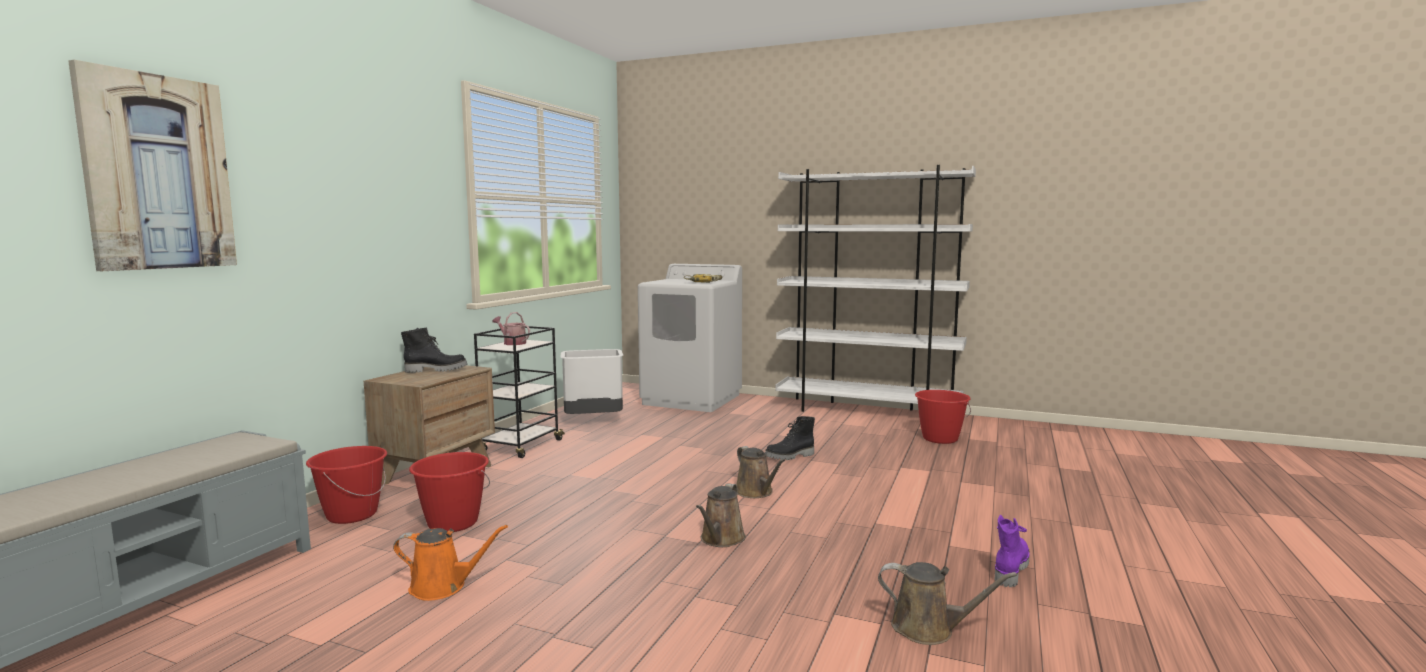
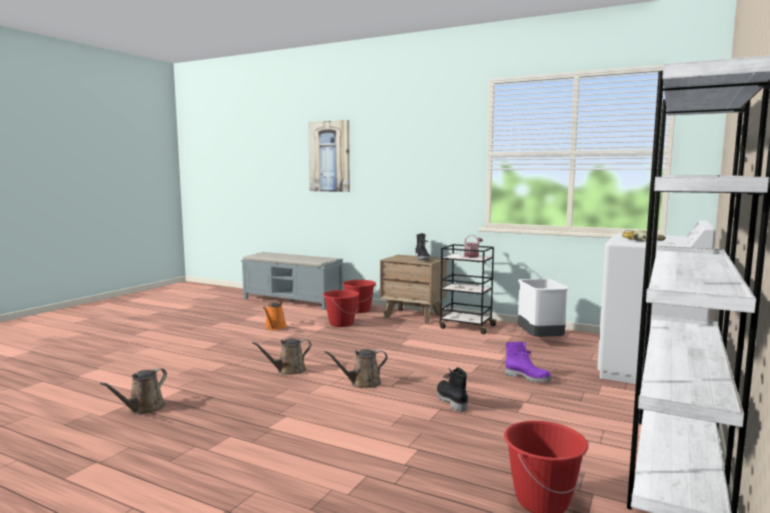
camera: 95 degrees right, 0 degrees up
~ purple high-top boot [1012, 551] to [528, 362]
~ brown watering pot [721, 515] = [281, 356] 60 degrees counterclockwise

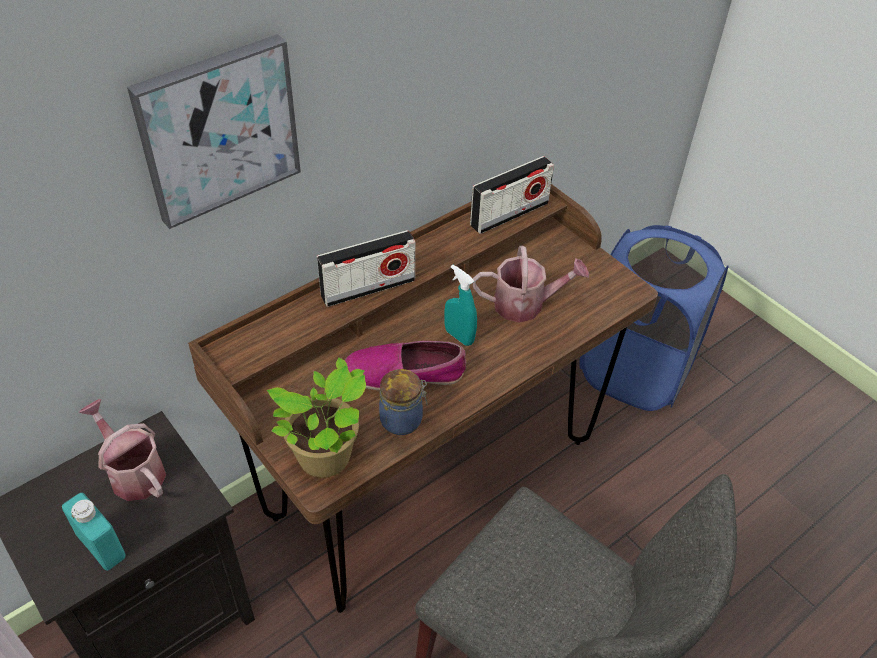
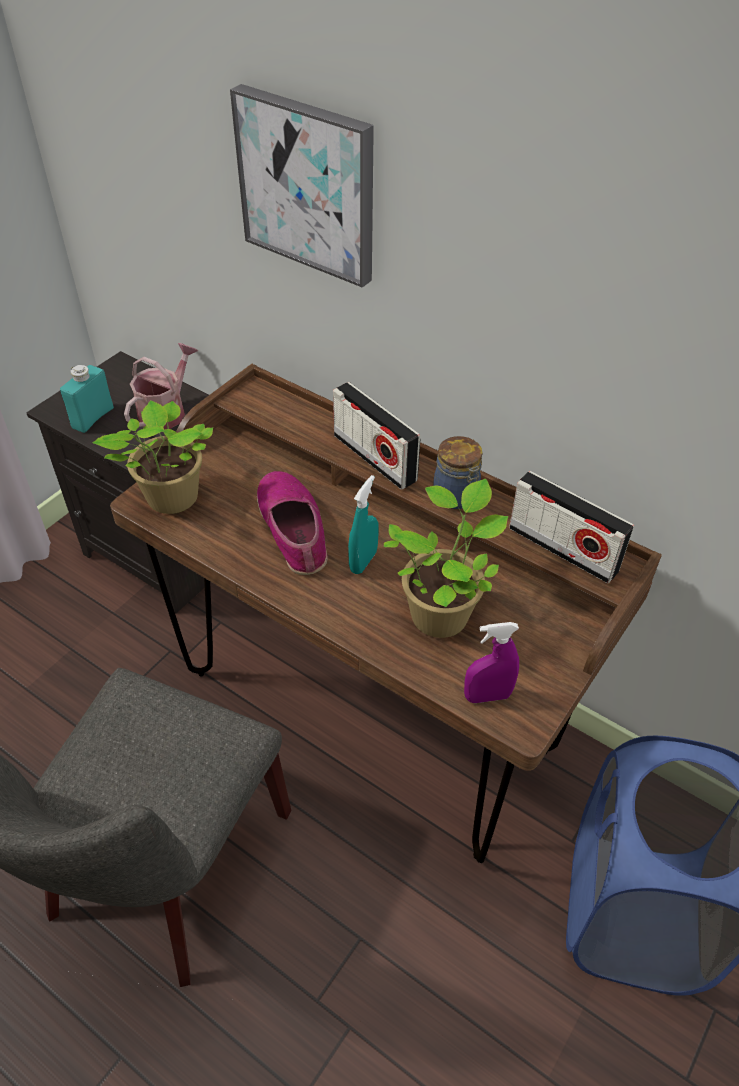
camera: 75 degrees right, 0 degrees up
+ purple hand sprayer [491, 662]
~ jar [403, 402] to [458, 472]
~ watering pot [531, 284] to plant in a pot [446, 558]

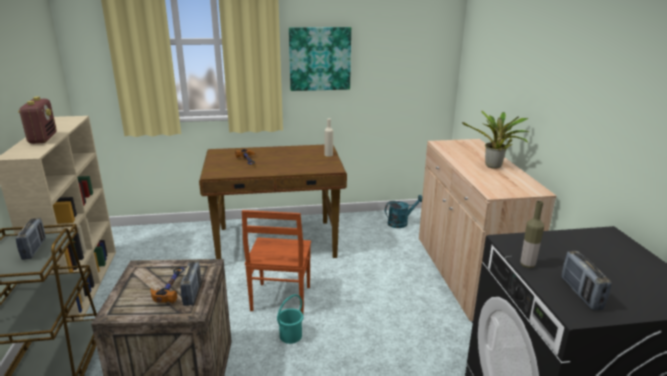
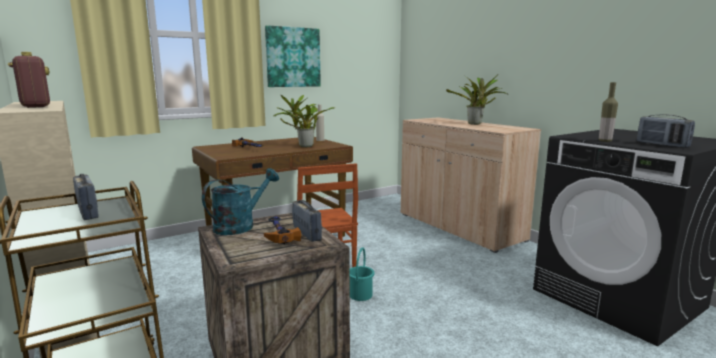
camera: 25 degrees left, 10 degrees down
+ plant in a pot [304, 121]
~ turquoise-coloured watering pot [403, 211] to [240, 201]

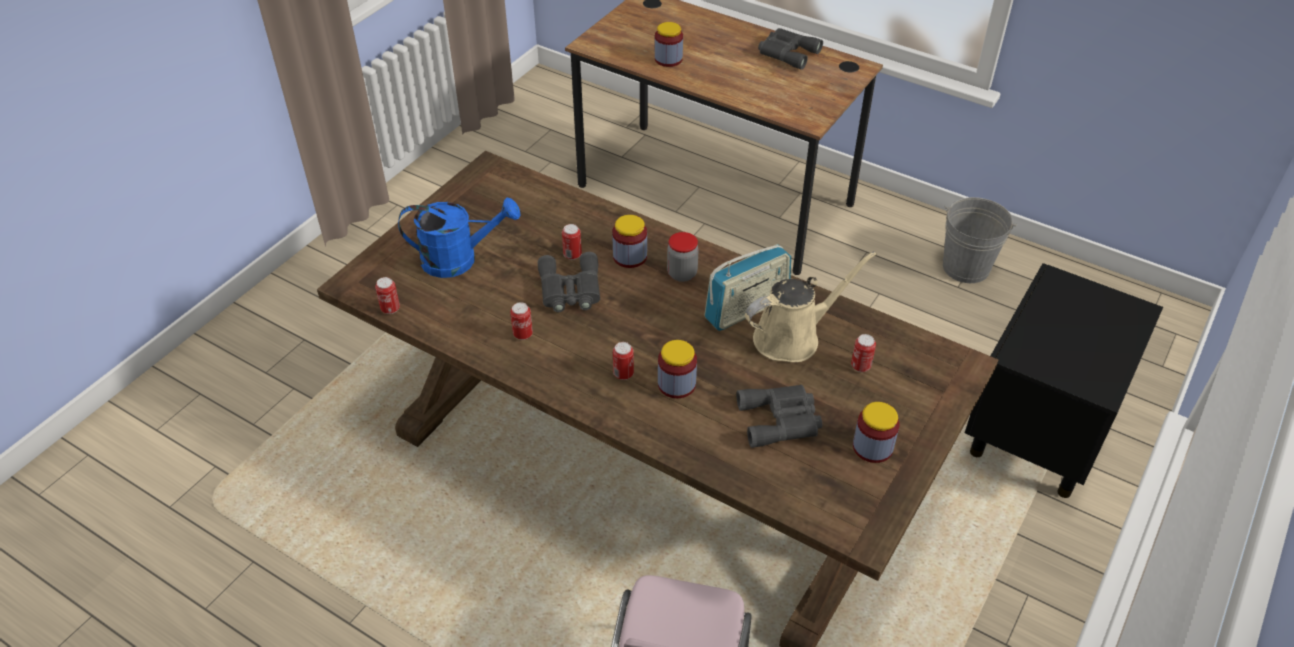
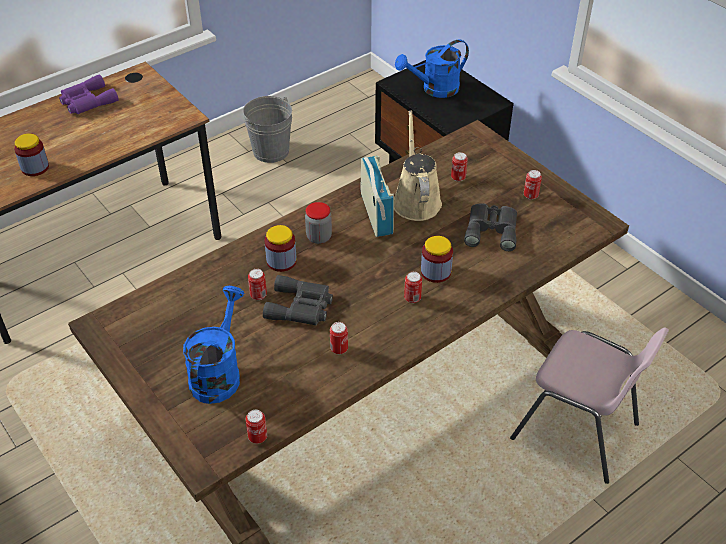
camera: 70 degrees left, 0 degrees up
+ bluish watering pot [432, 68]
~ jar [876, 432] to metal can [533, 185]
~ grey binoculars [790, 49] to purple binoculars [89, 94]

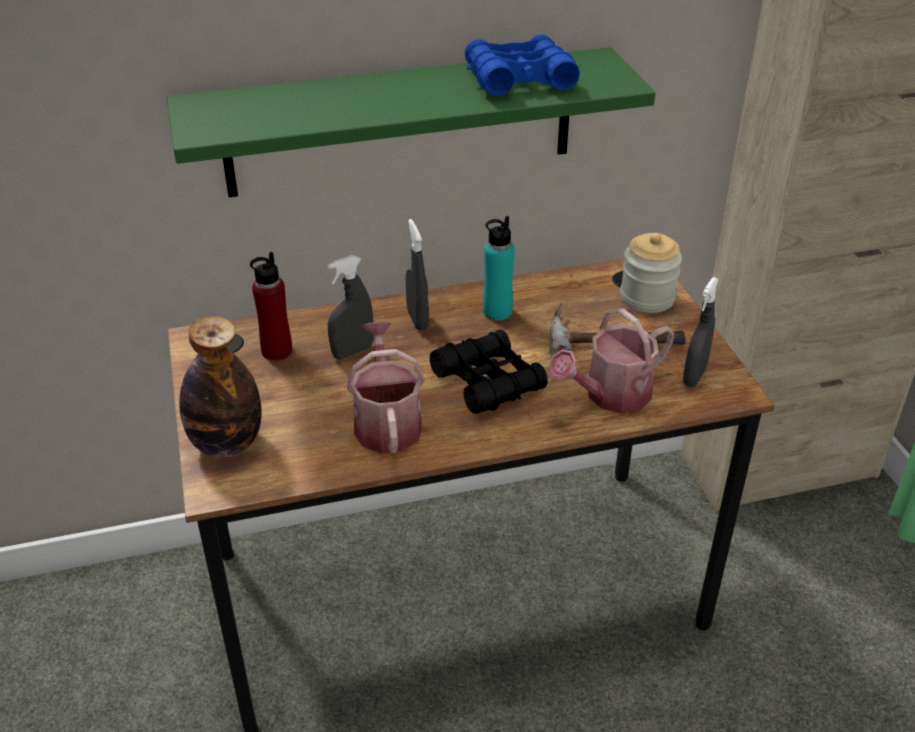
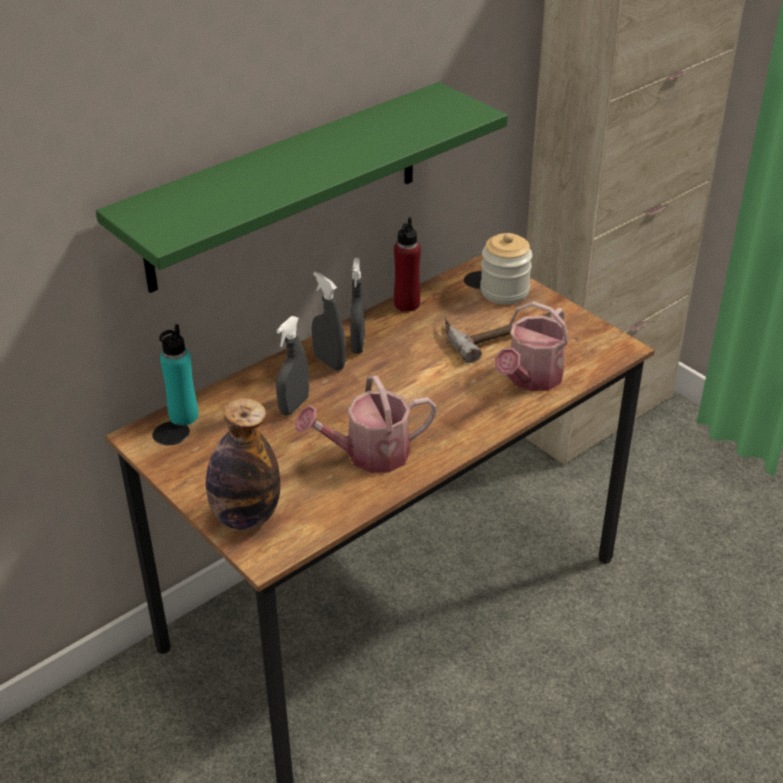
camera: 25 degrees left, 0 degrees up
- black-coloured binoculars [489, 371]
- bluish binoculars [522, 65]
~ red-coloured drink bottle [271, 306] to [407, 264]
~ turquoise-coloured drink bottle [499, 268] to [178, 375]
~ grey hand sprayer [701, 332] to [357, 306]
~ watering pot [385, 387] = [366, 424] 75 degrees counterclockwise

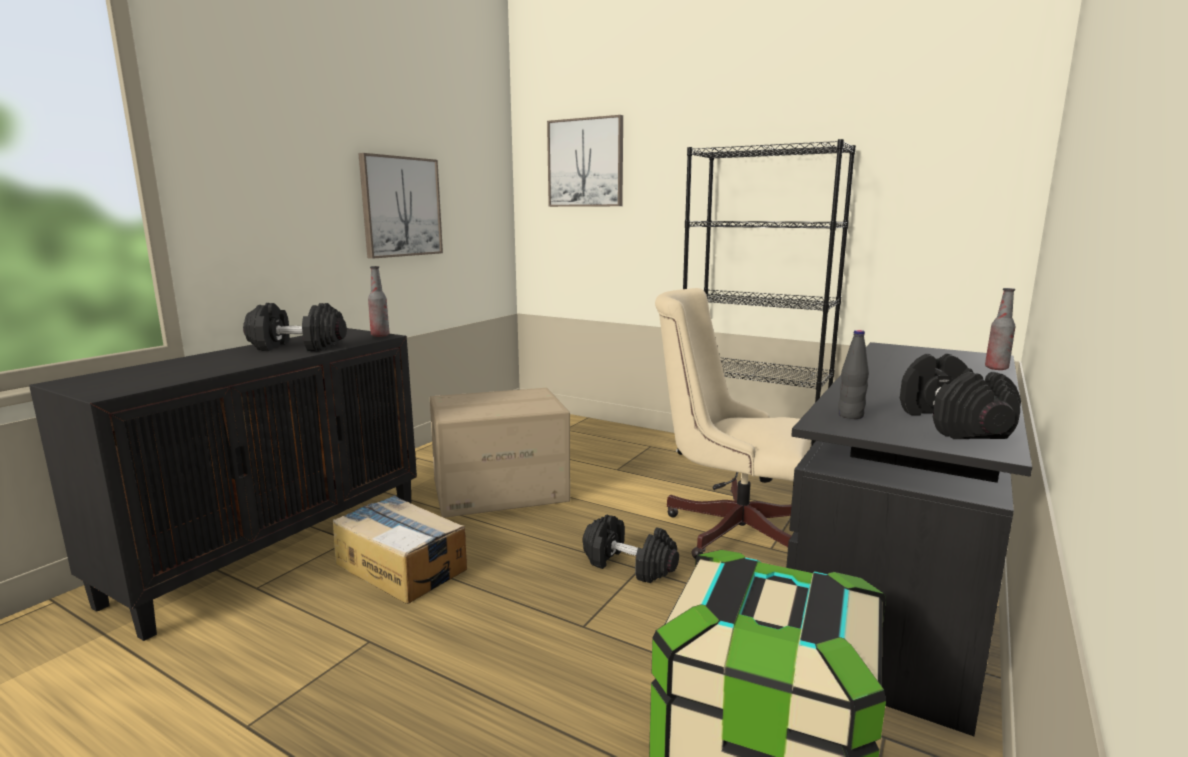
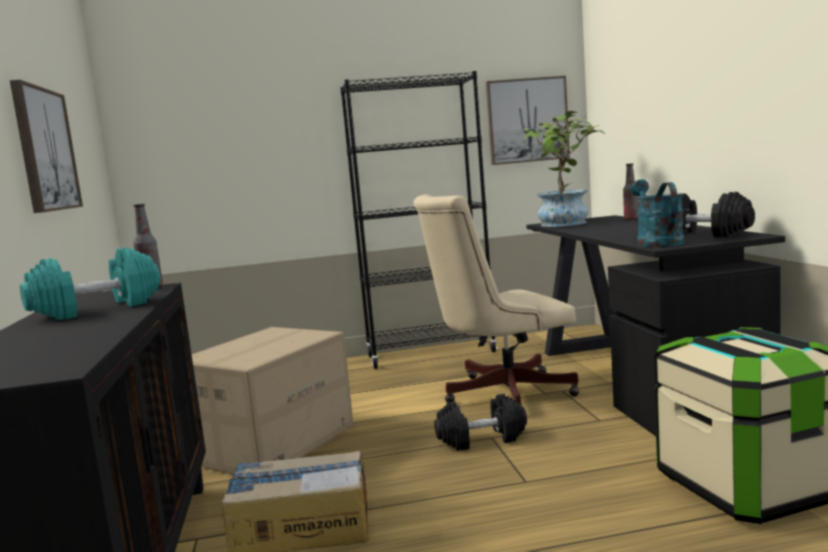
camera: 40 degrees left, 5 degrees down
+ plant in a pot [564, 169]
~ picture [585, 161] to [528, 120]
~ black-coloured drink bottle [853, 374] to turquoise-coloured watering pot [657, 213]
~ black-coloured free weight [295, 327] to turquoise-coloured free weight [90, 283]

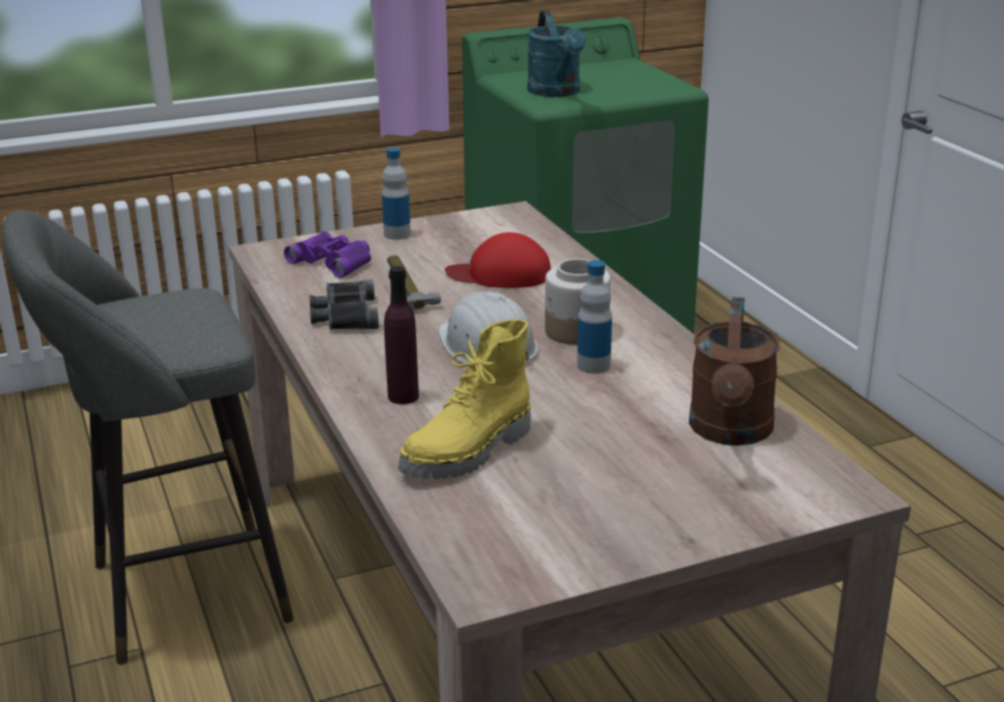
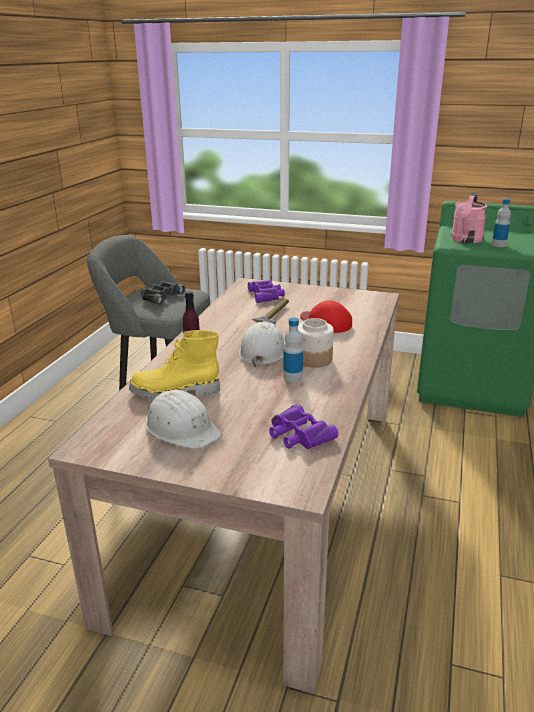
camera: 40 degrees right, 0 degrees up
+ white work helmet [183, 419]
~ black-coloured binoculars [344, 305] to [163, 293]
~ drink bottle [396, 193] to [501, 223]
~ brown watering pot [734, 371] to purple binoculars [303, 426]
~ turquoise-coloured watering pot [556, 53] to pink watering pot [469, 217]

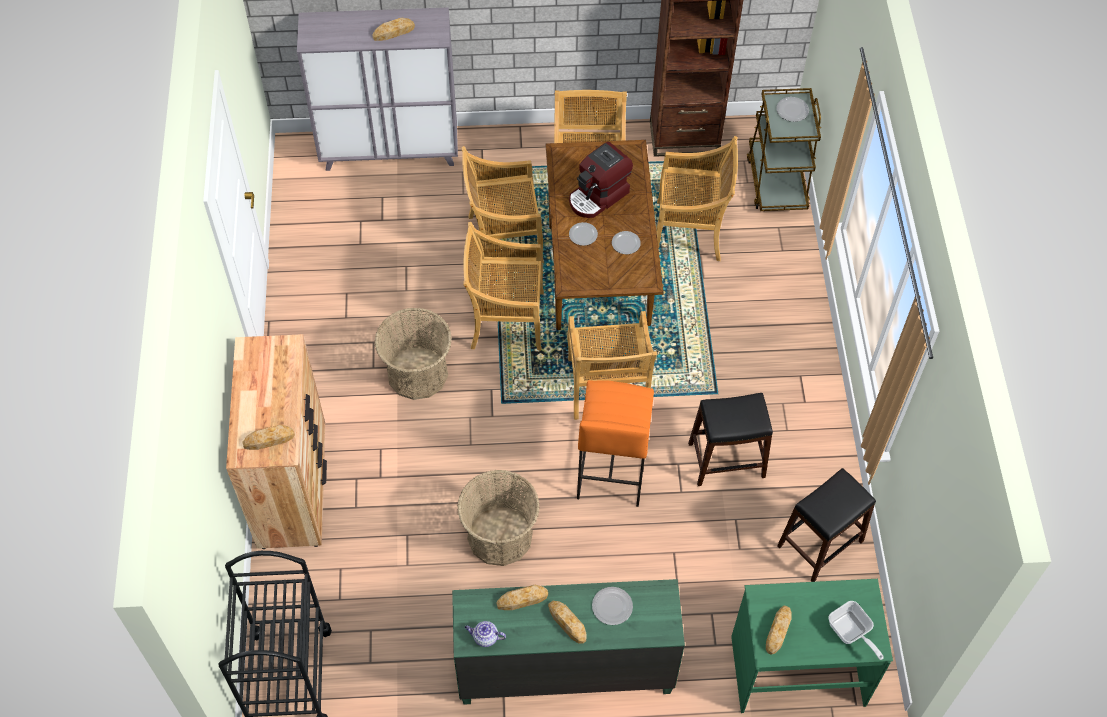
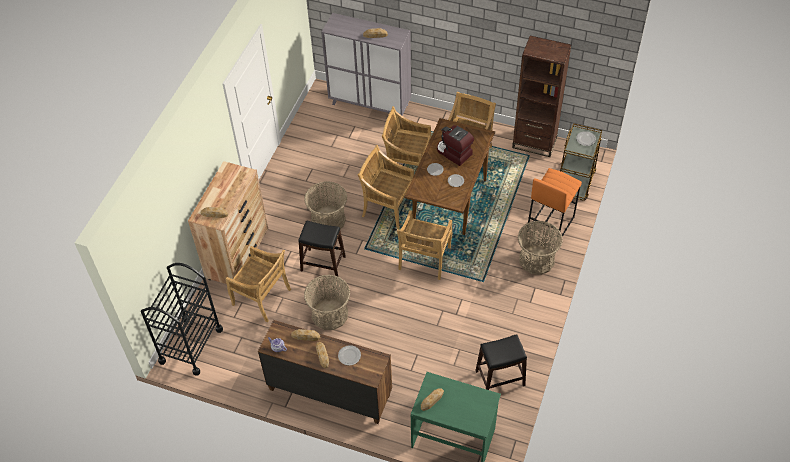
camera: 25 degrees right, 5 degrees down
- skillet [856, 630]
+ basket [540, 248]
~ orange-coloured sitting stool [615, 443] to [554, 202]
~ beige-coloured plain chair [697, 198] to [258, 284]
~ black-coloured sitting stool [730, 439] to [322, 250]
~ green-coloured dresser [568, 642] to brown dresser [325, 372]
~ coffee machine [601, 180] = [455, 145] 60 degrees clockwise

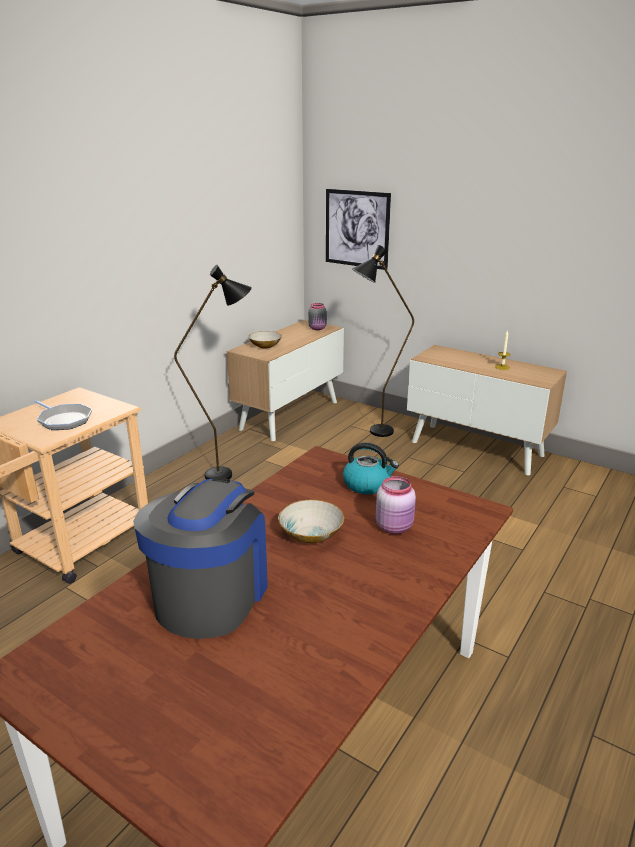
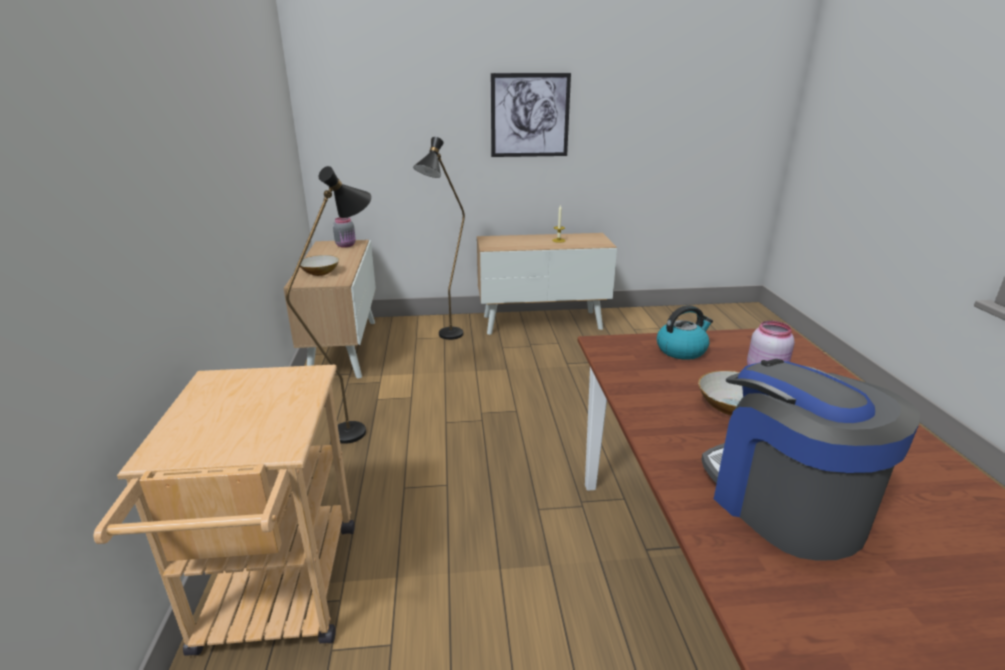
camera: 40 degrees left, 0 degrees up
- skillet [63, 415]
~ picture [358, 229] to [531, 115]

